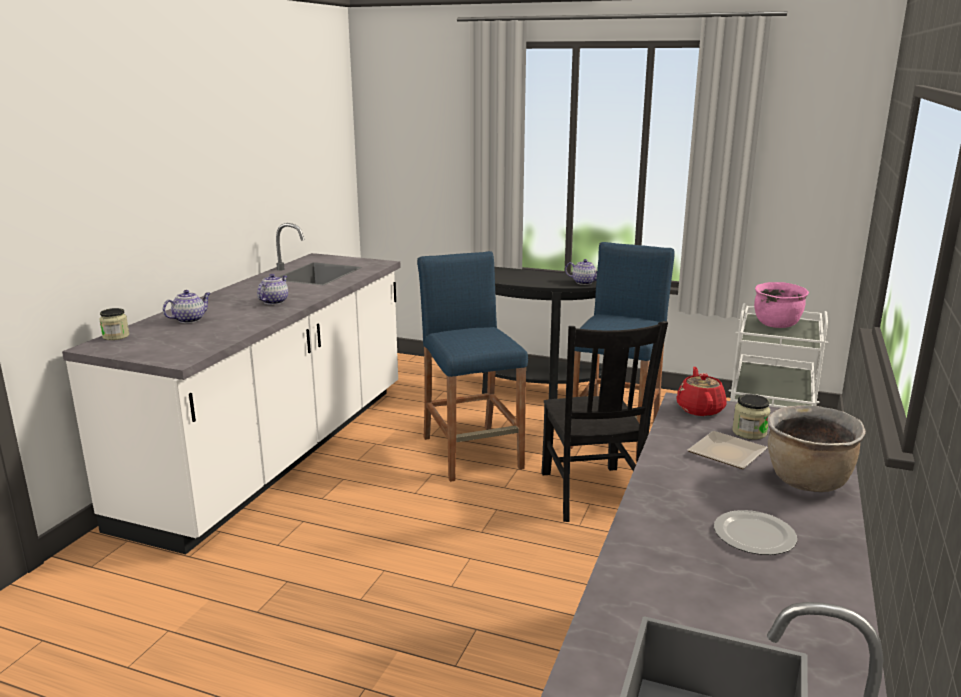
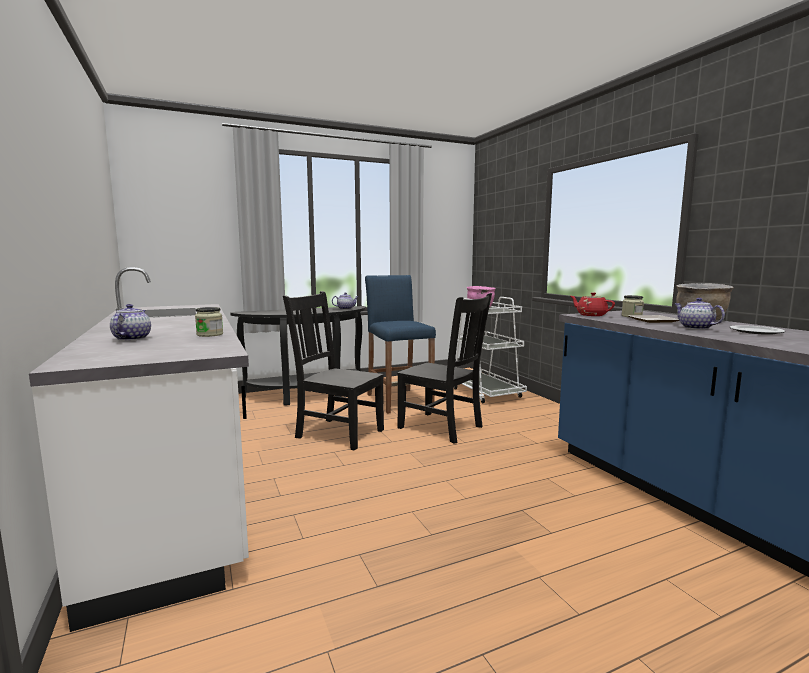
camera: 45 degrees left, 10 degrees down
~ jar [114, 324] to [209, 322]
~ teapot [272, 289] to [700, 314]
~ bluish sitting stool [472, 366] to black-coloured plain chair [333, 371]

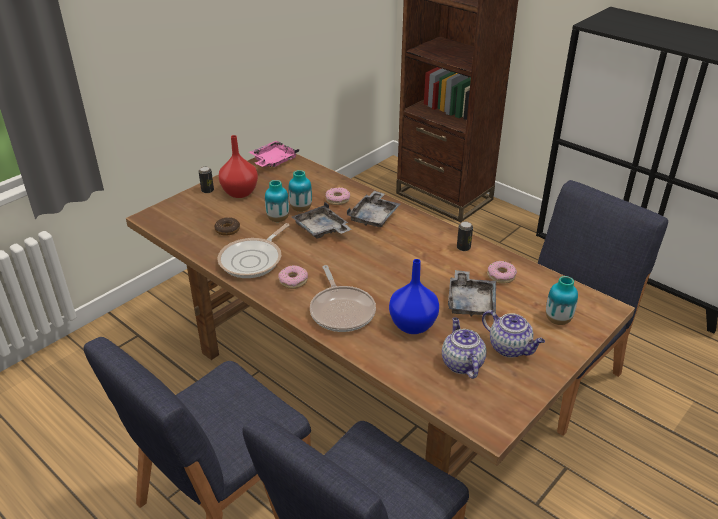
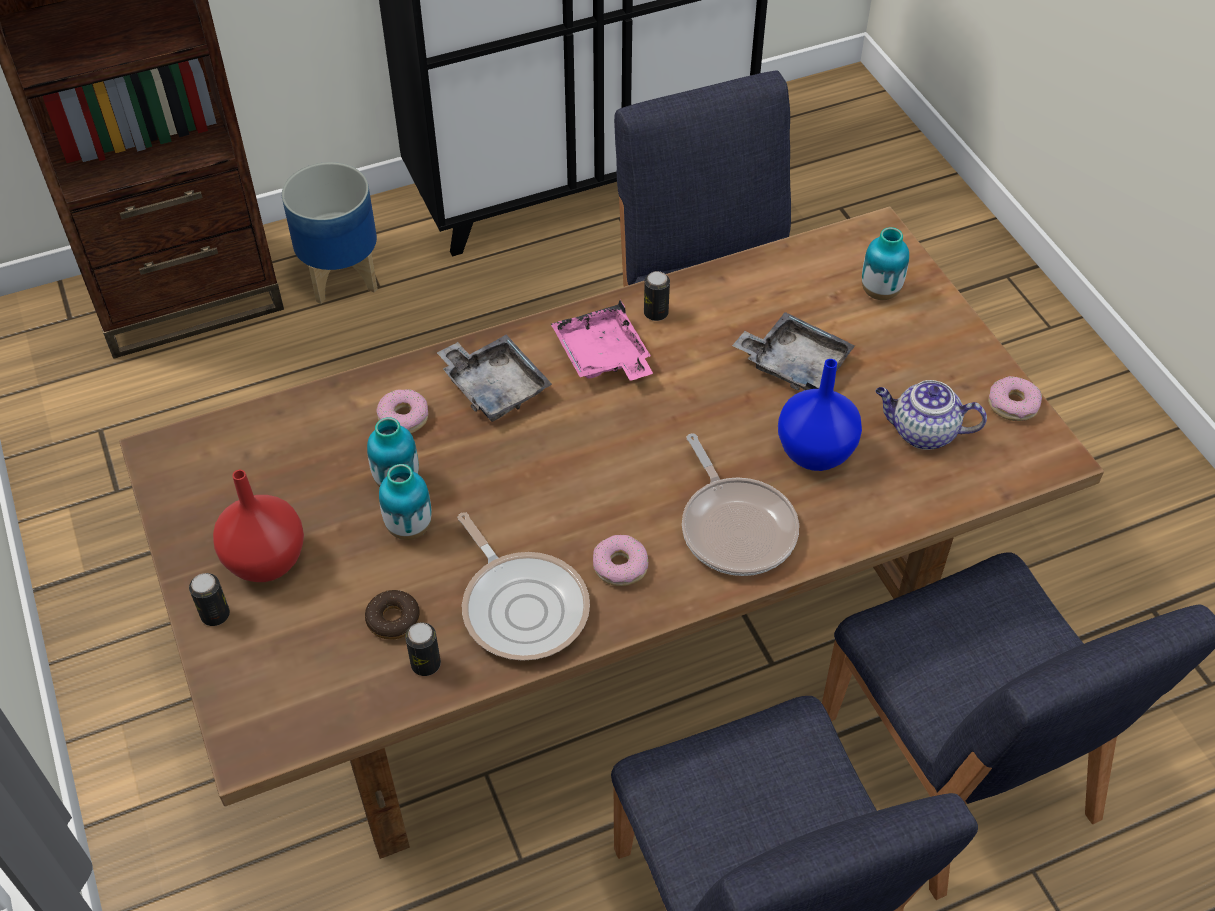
camera: 65 degrees left, 15 degrees up
- grey tray [321, 220]
- teapot [513, 334]
+ plant pot [330, 233]
+ metal can [423, 649]
~ pink tray [274, 154] to [602, 340]
~ ring doughnut [502, 272] to [1015, 398]
~ skillet [343, 298] = [740, 504] 60 degrees clockwise

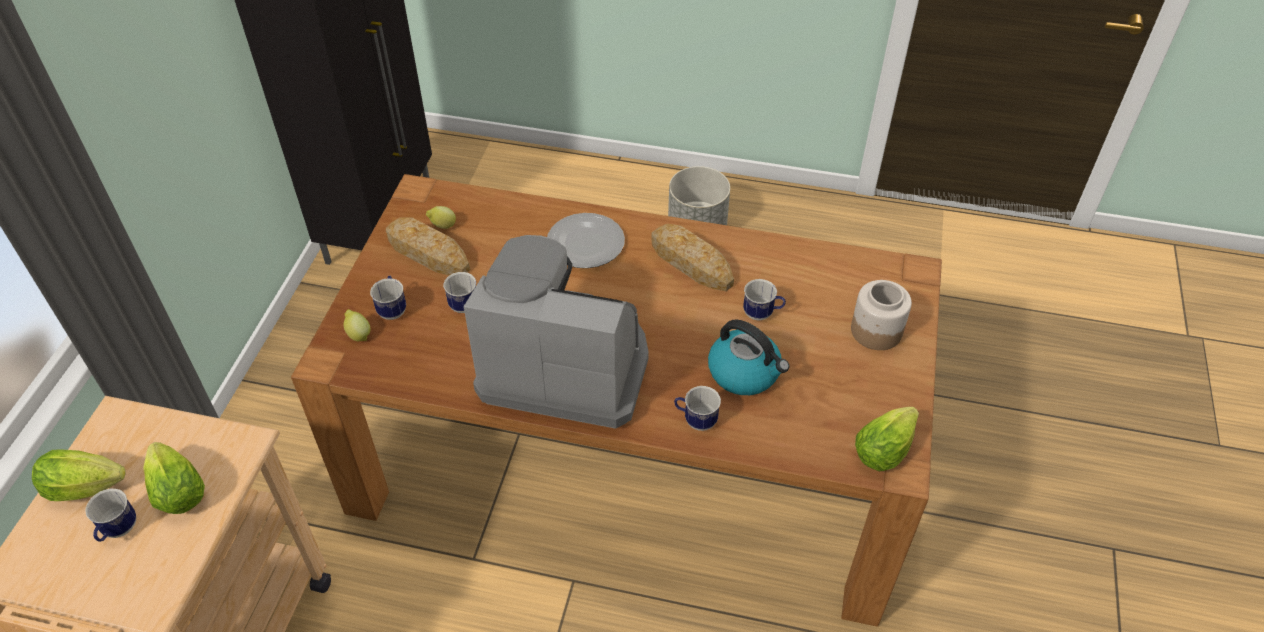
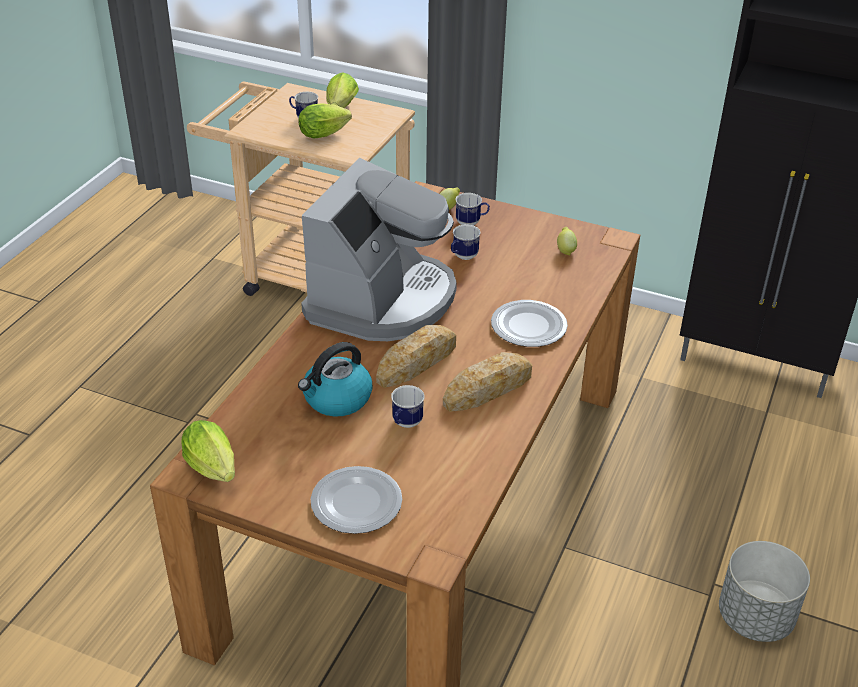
camera: 100 degrees right, 10 degrees down
- coffee mug [697, 408]
~ bakery bread [428, 246] to [416, 356]
~ jar [881, 315] to dinner plate [356, 500]

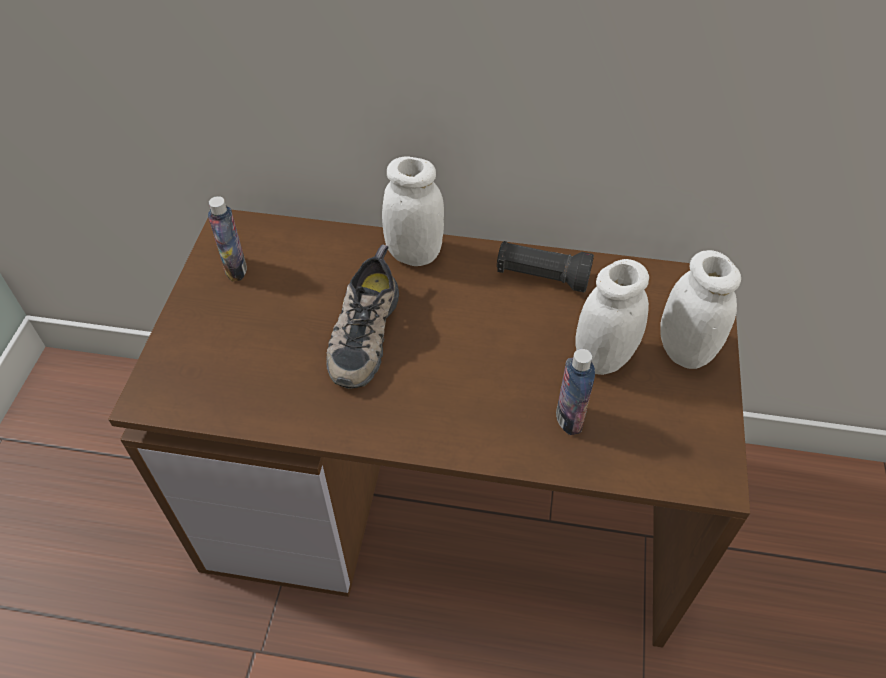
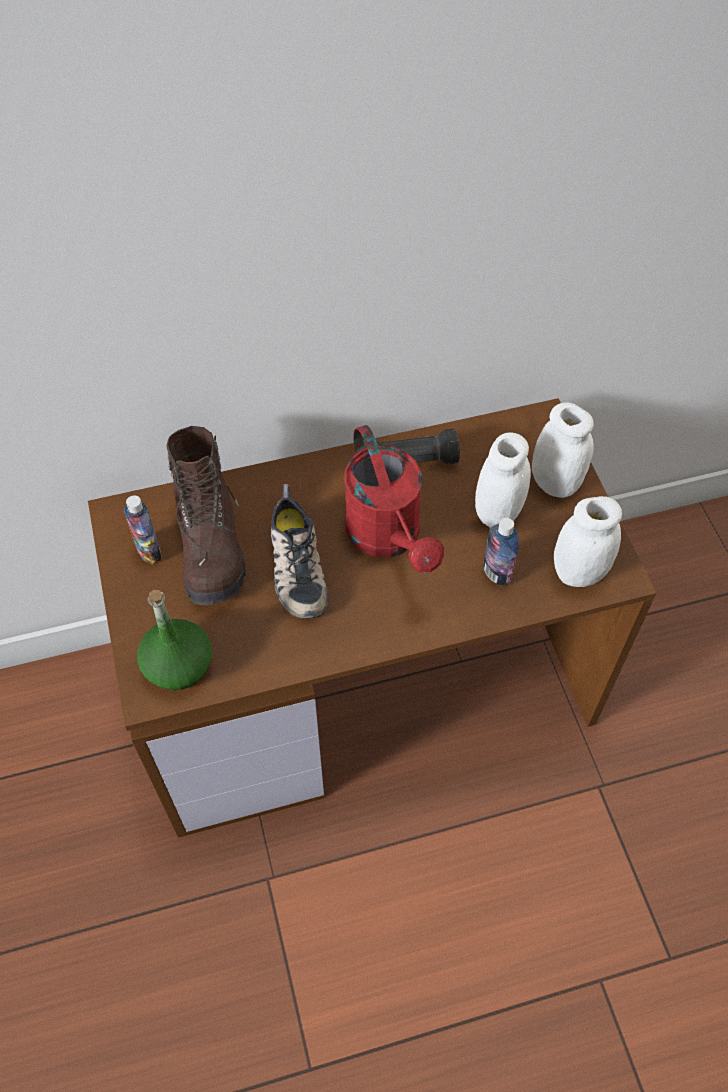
camera: 25 degrees left, 5 degrees up
+ green-coloured drink bottle [174, 640]
+ brown high-top boot [206, 515]
+ red-coloured watering pot [394, 499]
~ white jar [413, 211] to [588, 541]

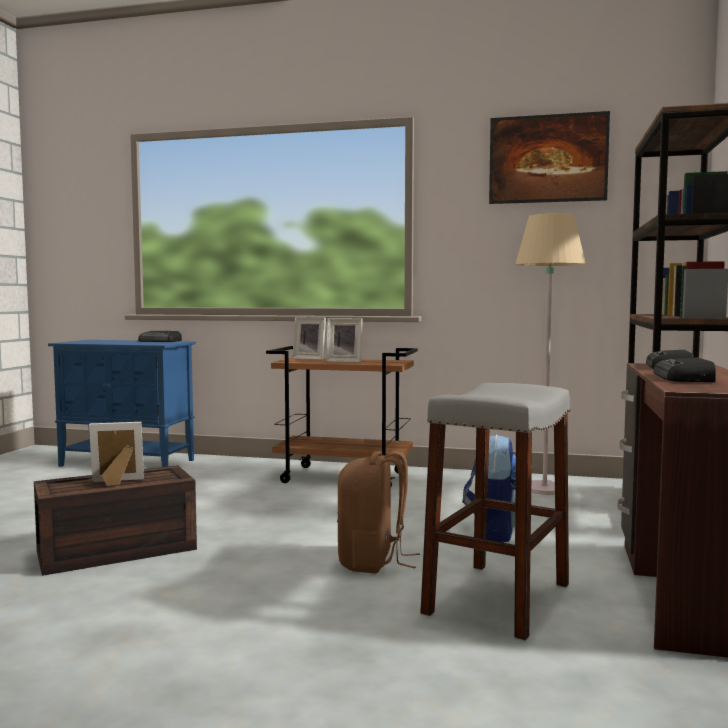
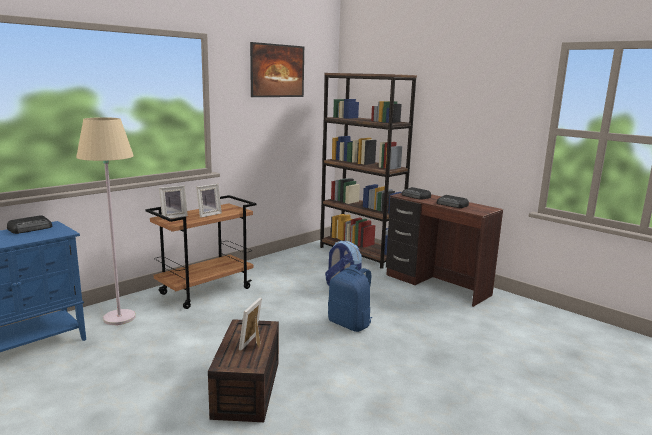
camera: 60 degrees left, 10 degrees up
- grey sitting stool [495, 511]
~ beige-coloured standing lamp [550, 354] to [106, 221]
~ brown rucksack [378, 512] to bluish rucksack [350, 298]

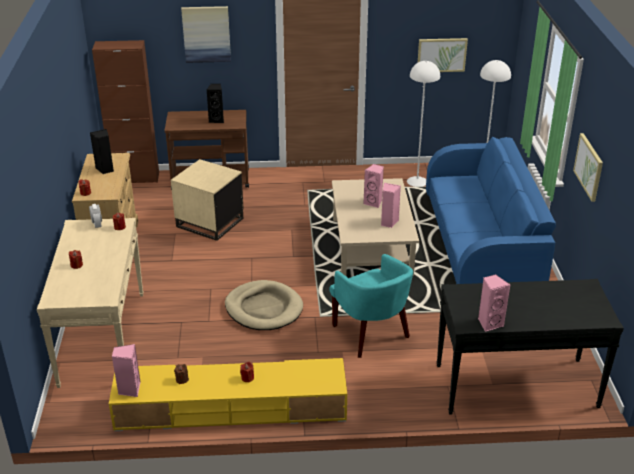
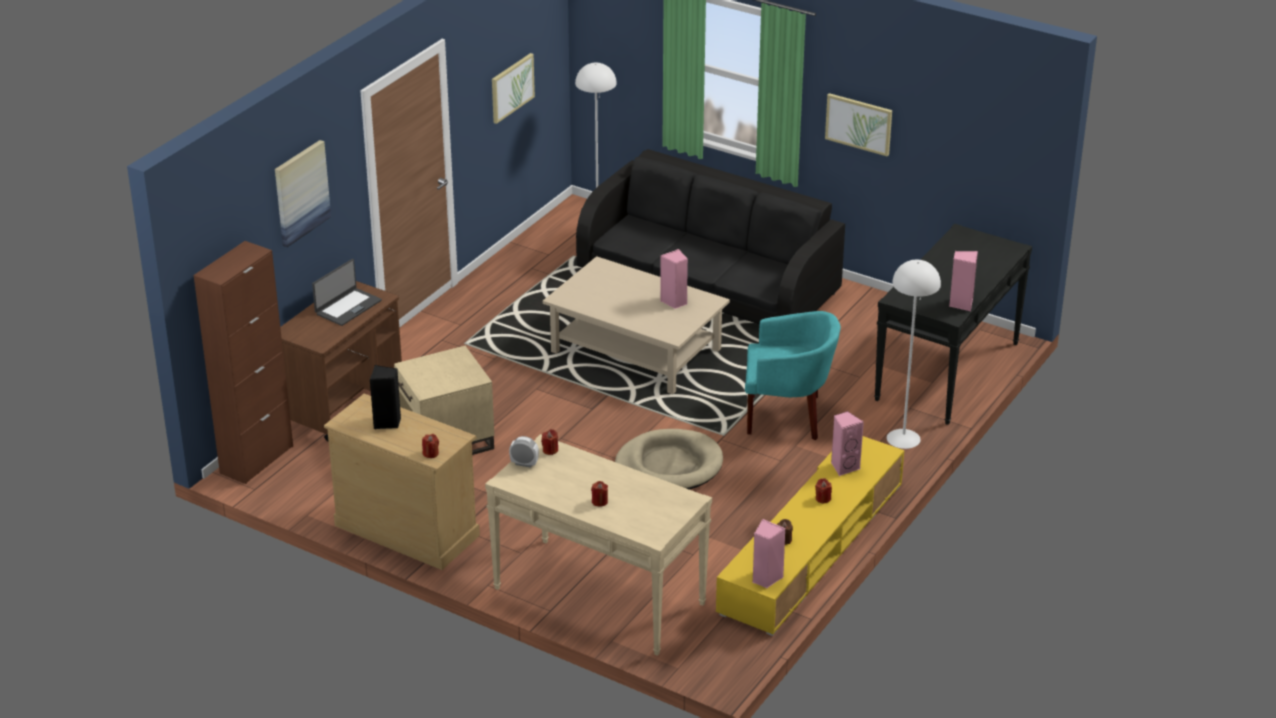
camera: 55 degrees left, 0 degrees up
~ pink audio speaker [373, 186] to [847, 443]
~ white standing lamp [423, 124] to [914, 354]
~ black-coloured audio speaker [215, 103] to notebook computer [347, 292]
~ bluish settee [491, 210] to black-coloured settee [710, 237]

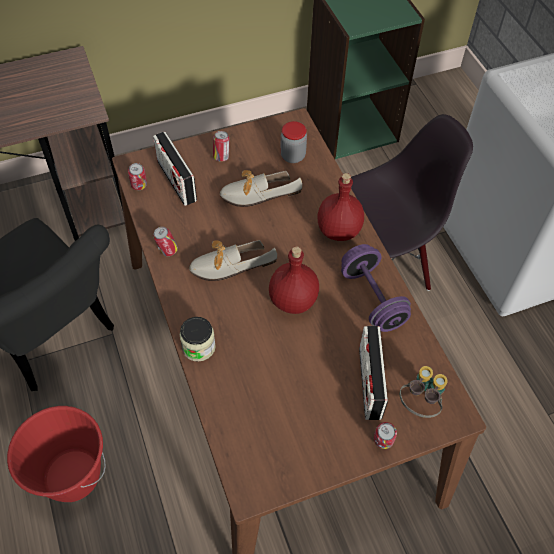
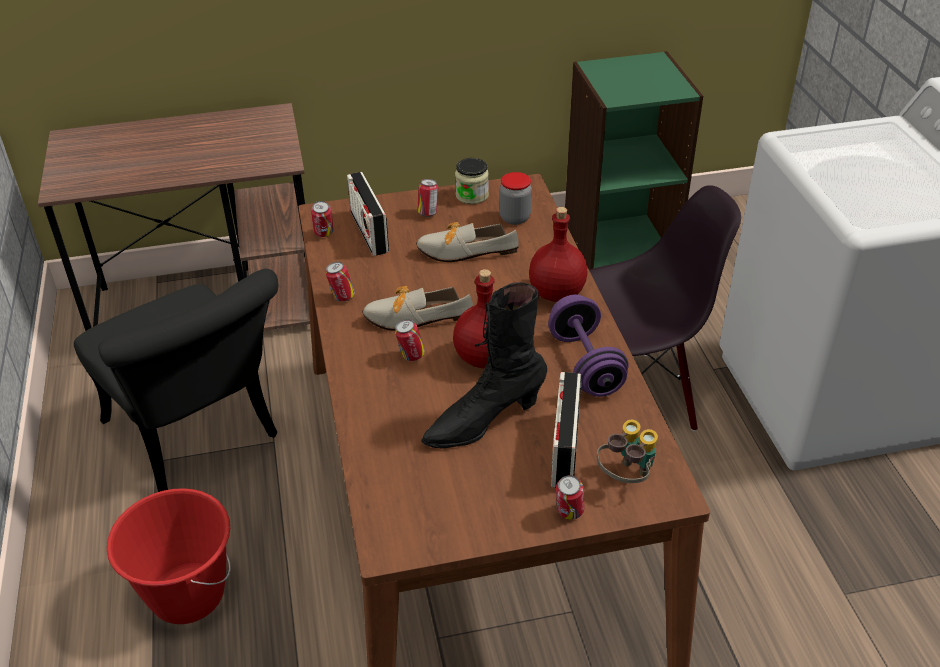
camera: 10 degrees right, 15 degrees down
+ metal can [410, 340]
+ black-coloured high-top boot [484, 365]
~ jar [198, 339] to [472, 181]

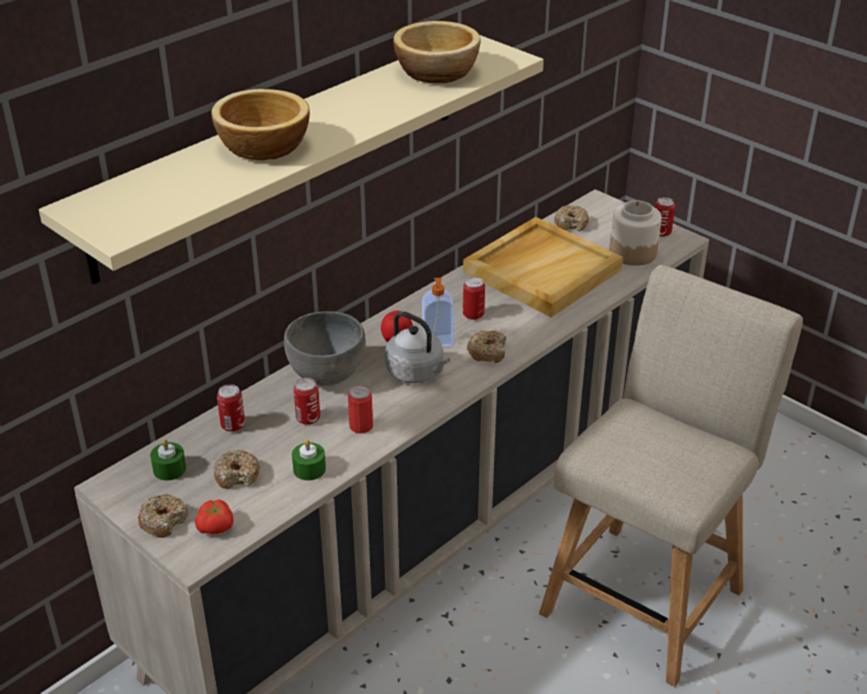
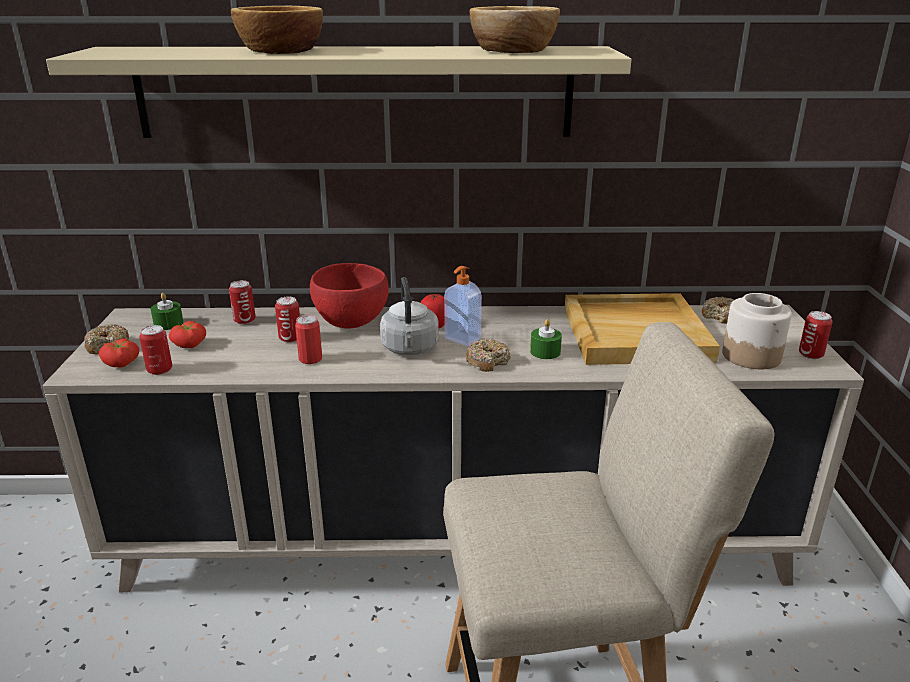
camera: 45 degrees right, 10 degrees down
~ green-coloured wax light [309, 460] to [546, 339]
~ metal can [474, 298] to [155, 350]
~ ring doughnut [237, 469] to fresh tomato [187, 334]
~ grey deep dish [325, 348] to red-coloured deep dish [349, 296]

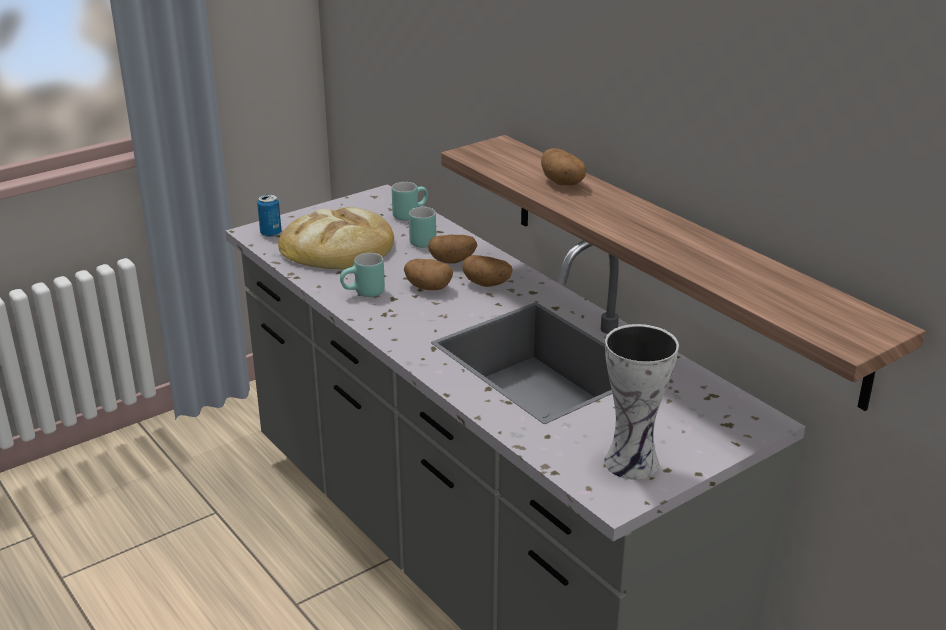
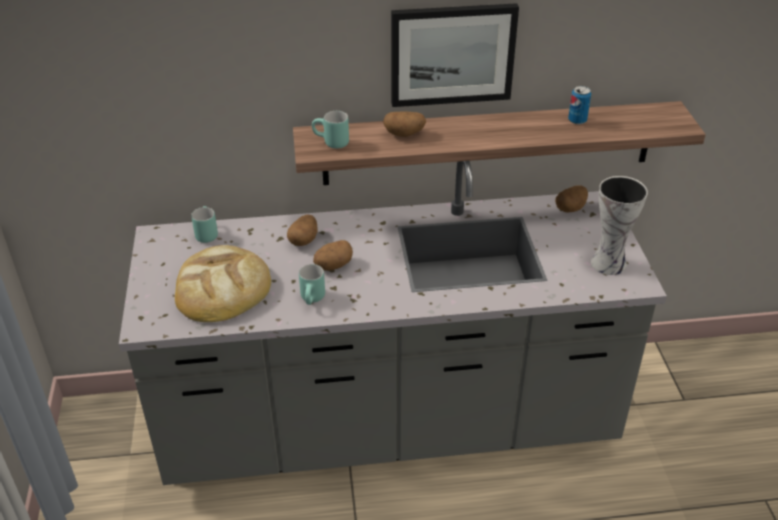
camera: 60 degrees left, 10 degrees up
+ picture [455, 55]
~ metal can [269, 215] to [579, 105]
~ turquoise-coloured coffee mug [422, 227] to [330, 130]
~ potato [487, 271] to [571, 198]

